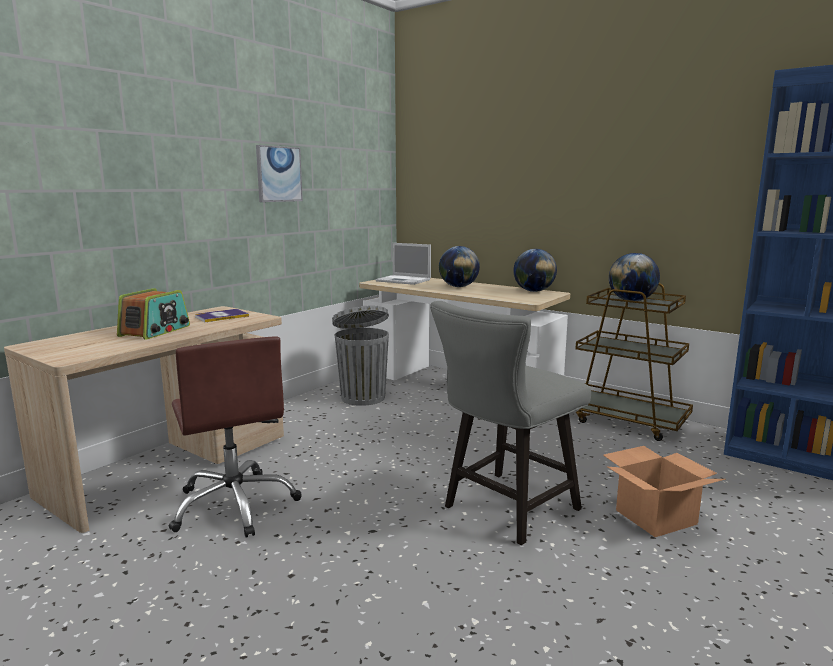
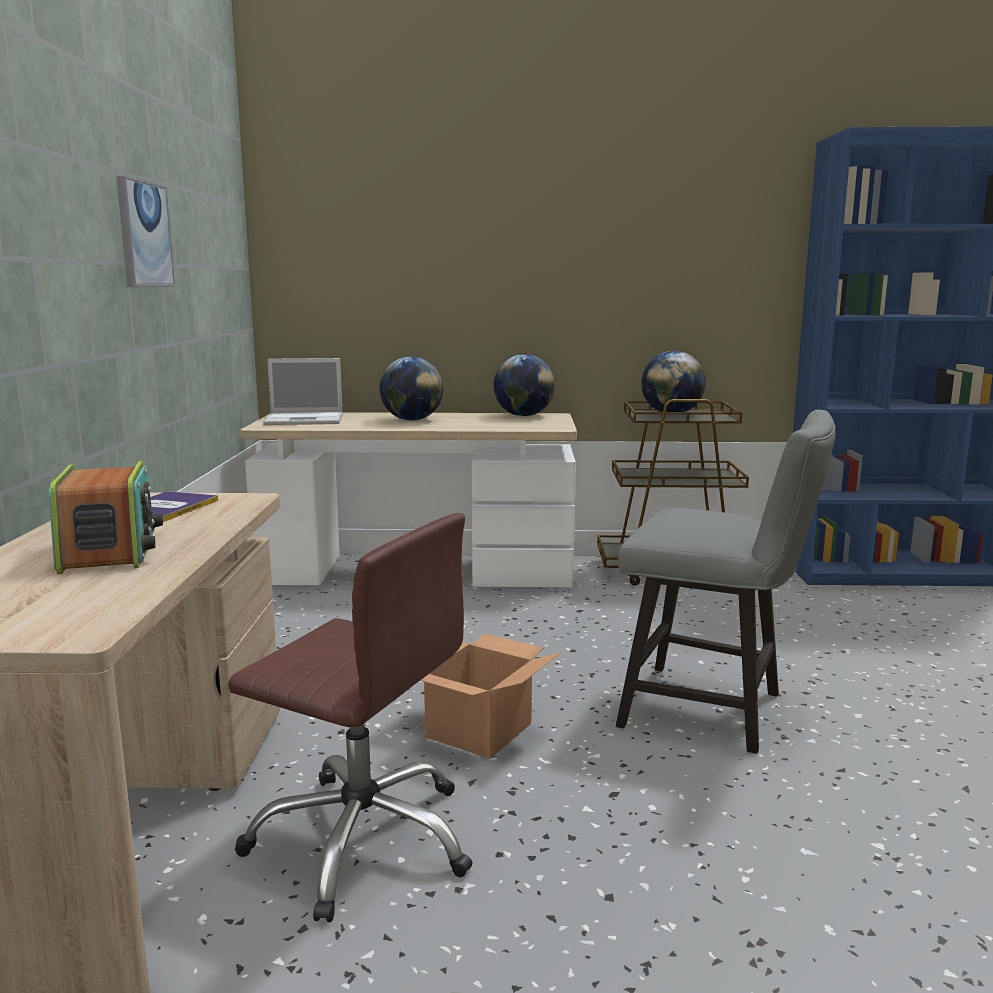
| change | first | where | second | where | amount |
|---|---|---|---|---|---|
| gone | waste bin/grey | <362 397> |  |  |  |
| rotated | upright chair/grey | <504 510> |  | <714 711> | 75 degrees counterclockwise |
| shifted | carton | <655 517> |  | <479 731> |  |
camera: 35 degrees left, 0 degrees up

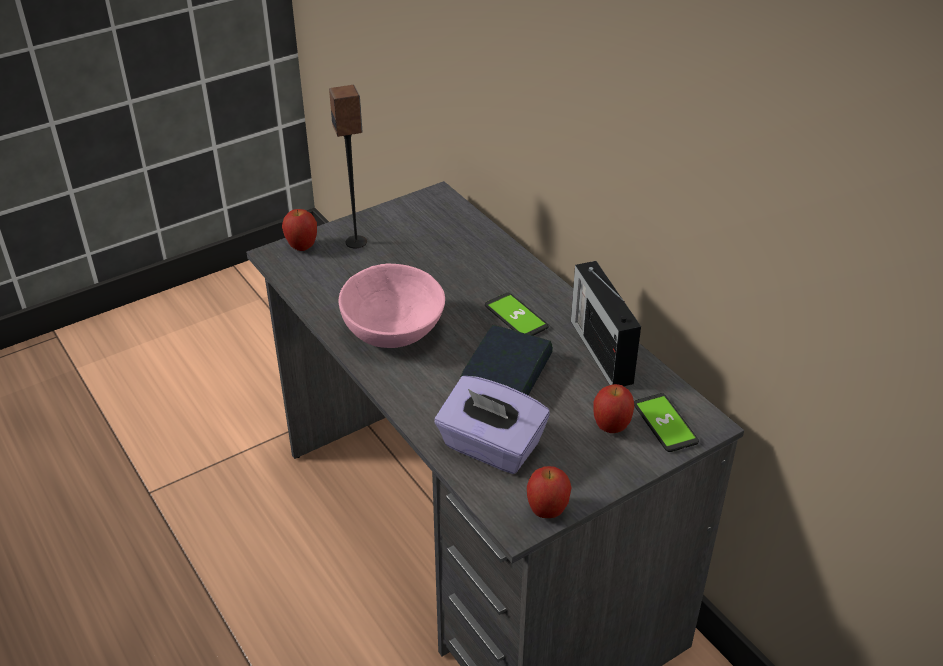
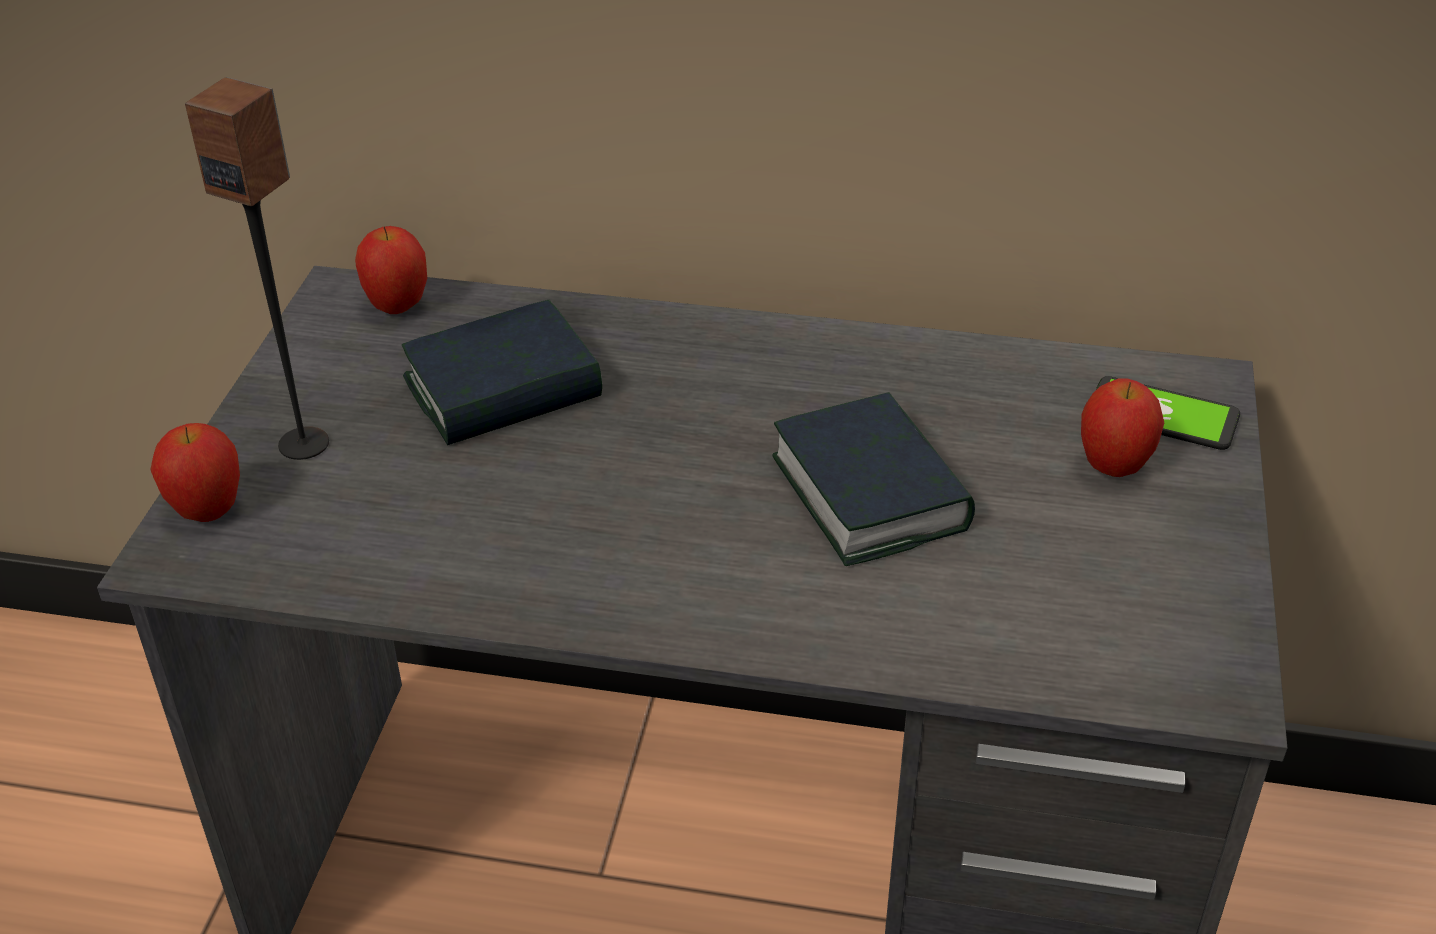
| change | first | where | second | where | amount |
|---|---|---|---|---|---|
| gone | bowl/pink-coloured | <391 330> |  |  |  |
| gone | box of tissues/purple | <490 447> |  |  |  |
| gone | handset | <516 317> |  |  |  |
| shifted | apple | <547 511> |  | <398 307> |  |
| gone | radio | <600 350> |  |  |  |
| new |  |  | volume | <503 389> |  |
camera: 45 degrees left, 0 degrees up

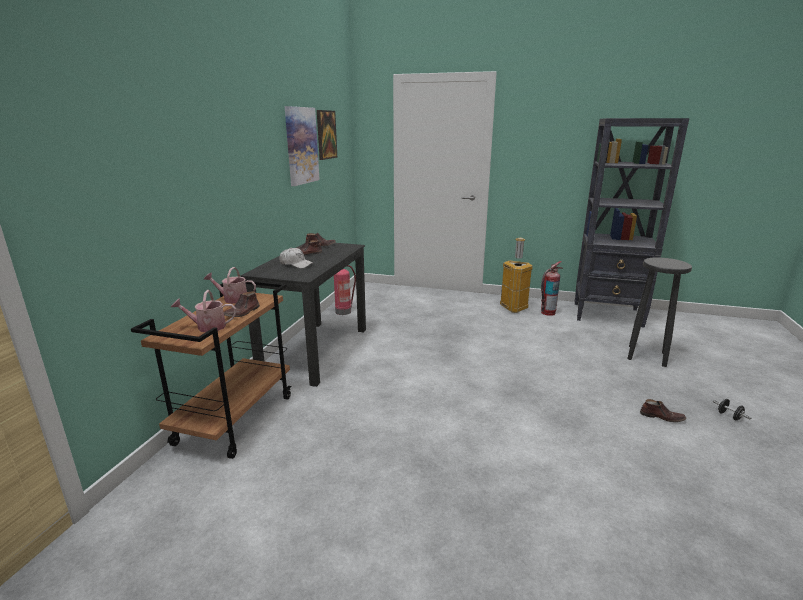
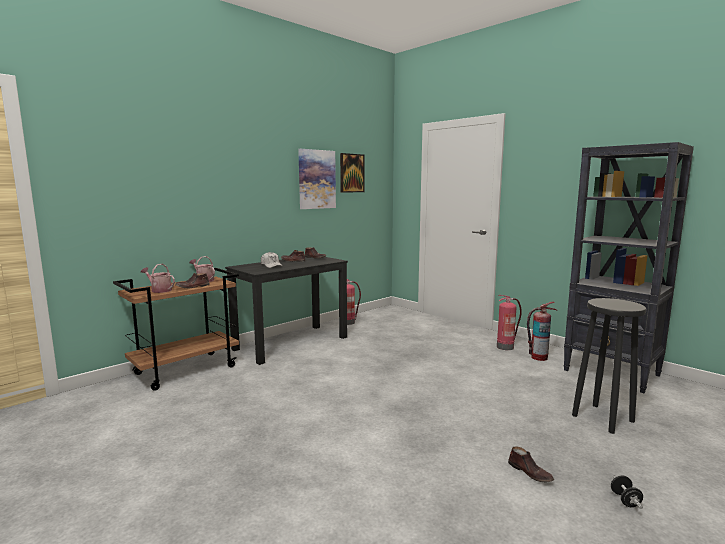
| change | first | where | second | where | amount |
|---|---|---|---|---|---|
| swapped | waste bin | <513 308> | extinguisher | <505 347> |  |
camera: 30 degrees right, 10 degrees down

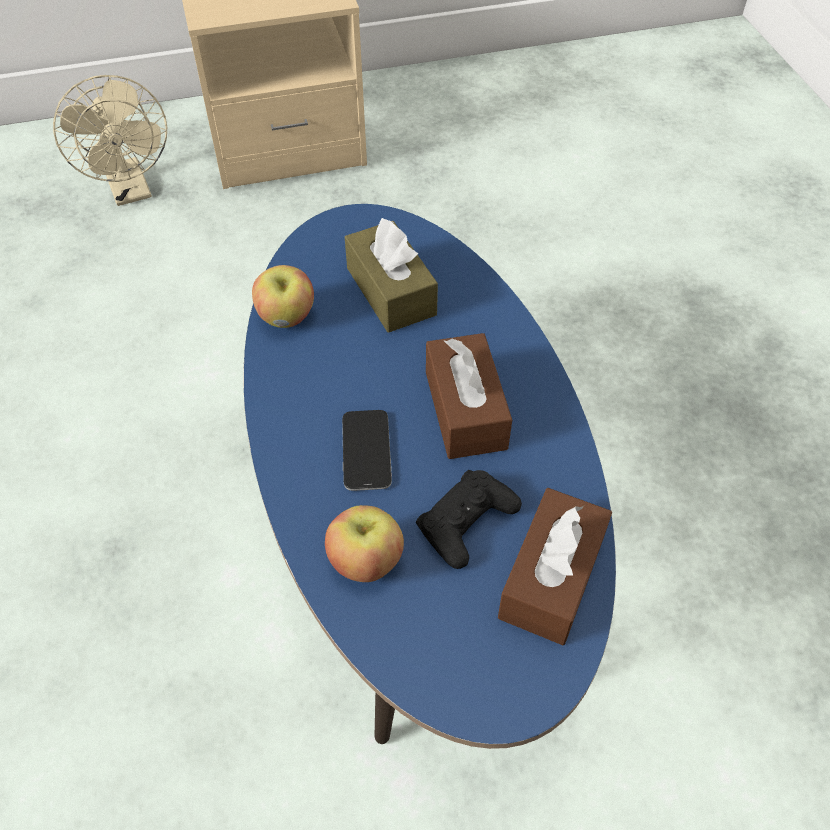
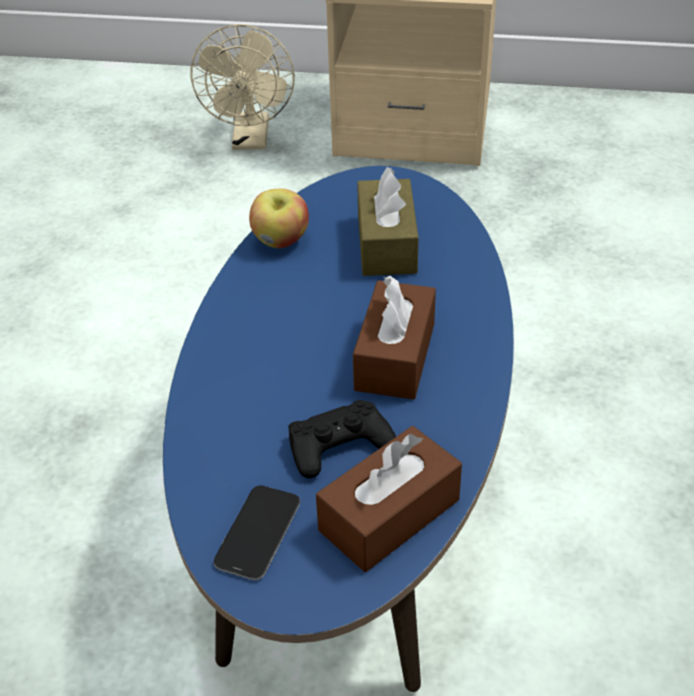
| change | first | where | second | where | amount |
|---|---|---|---|---|---|
| gone | apple | <366 560> |  |  |  |
| shifted | handset | <366 451> |  | <258 533> |  |
camera: 25 degrees right, 10 degrees down

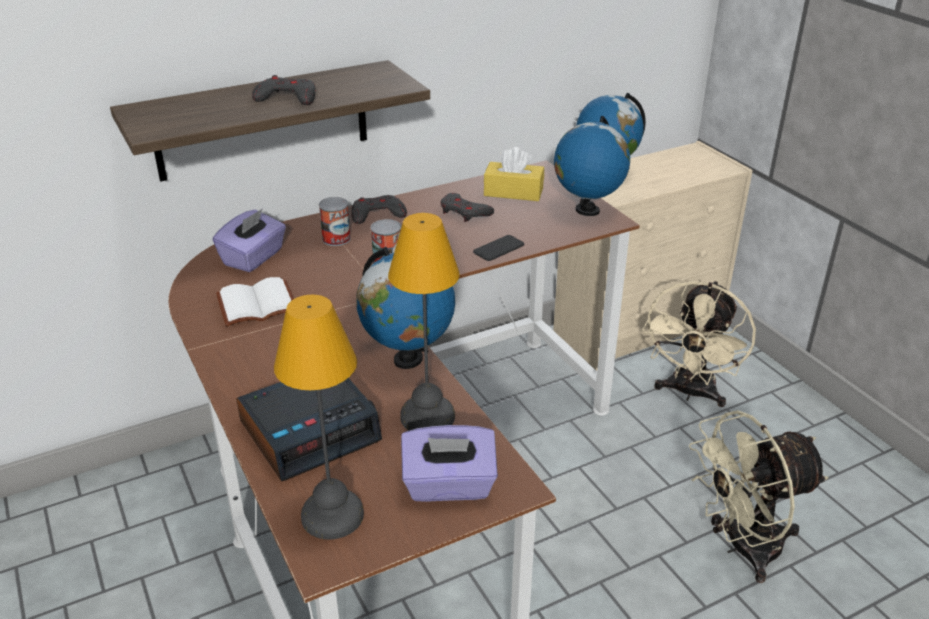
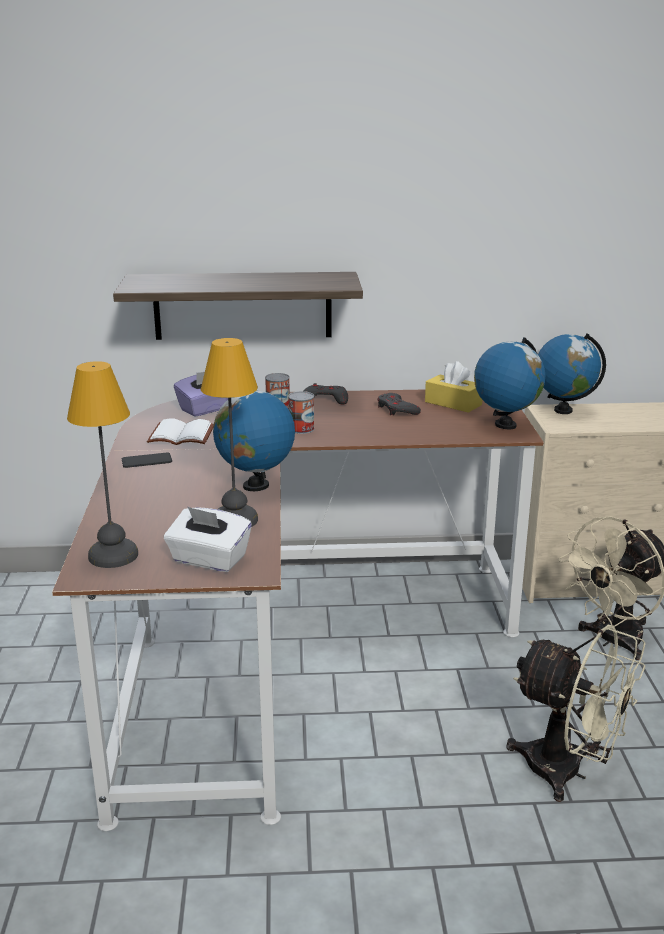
| change | first | where | second | where | amount |
|---|---|---|---|---|---|
| gone | alarm clock | <311 430> |  |  |  |
| gone | gamepad/grey | <287 97> |  |  |  |
| repainted | box of tissues/purple | <449 486> | box of tissues/whitish | <209 560> |  |
| shifted | handset | <498 248> |  | <146 461> |  |
| rotated | fan/beige | <742 548> |  | <568 772> | 150 degrees counterclockwise |
camera: 25 degrees right, 10 degrees down

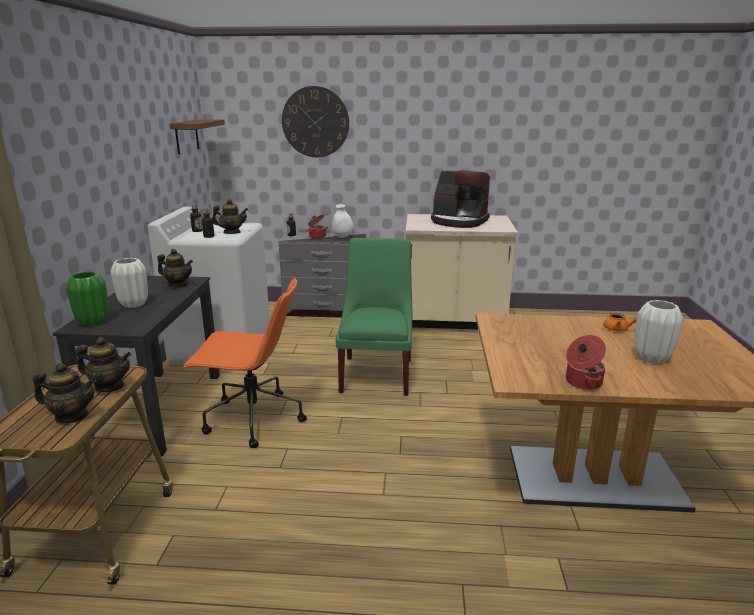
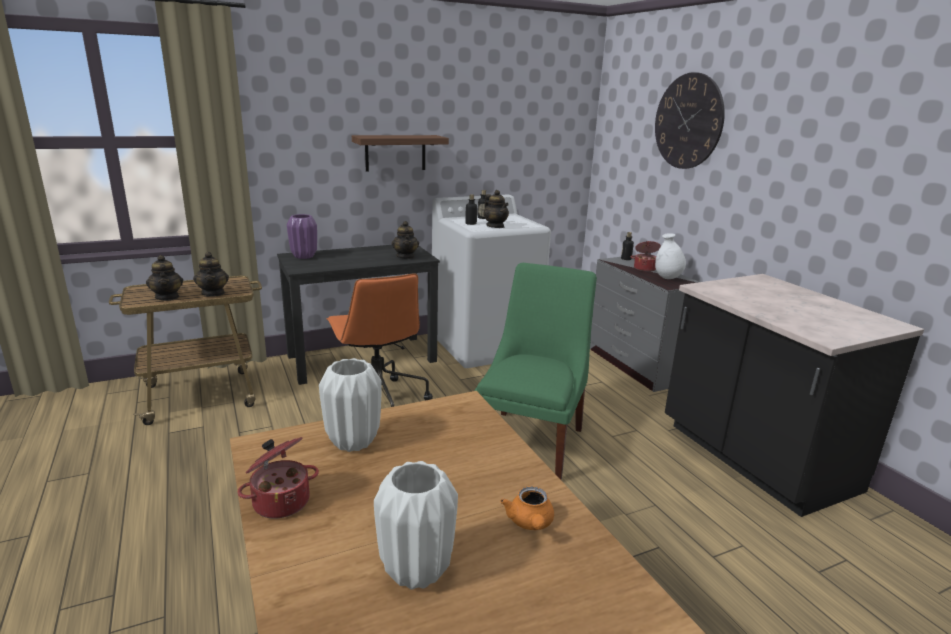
| change | first | where | second | where | amount |
|---|---|---|---|---|---|
| repainted | vase/green | <92 322> | vase/purple | <304 256> |  |
| shifted | vase/whitish | <133 304> |  | <353 441> |  |
| shifted | wall shelf | <186 136> |  | <395 153> |  |
| rotated | upright chair/green | <377 373> |  | <532 441> | 45 degrees counterclockwise |
| repainted | counter/beige | <453 320> | counter/black-coloured | <754 458> |  |
| gone | coffee maker | <458 221> |  |  |  |
camera: 60 degrees right, 0 degrees up

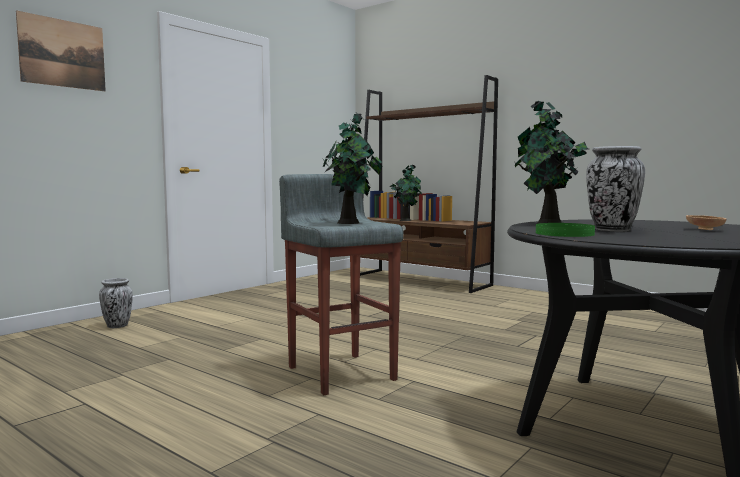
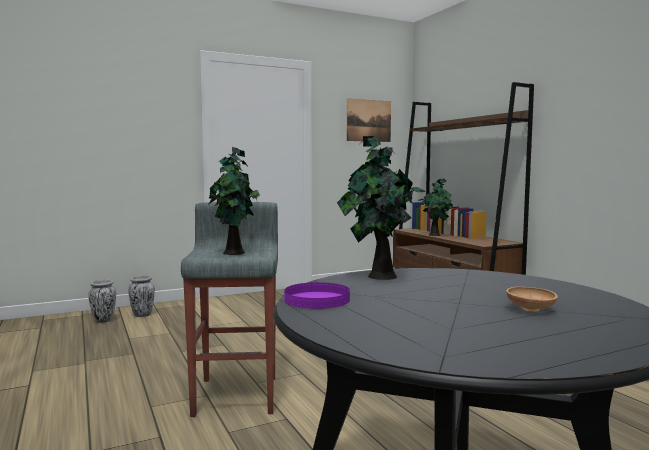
| change | first | where | second | where | amount |
|---|---|---|---|---|---|
| shifted | wall art | <63 53> |  | <368 120> |  |
| repainted | plate/green | <565 233> | plate/purple | <317 299> |  |
| shifted | vase | <612 230> |  | <103 321> |  |
camera: 25 degrees right, 0 degrees up

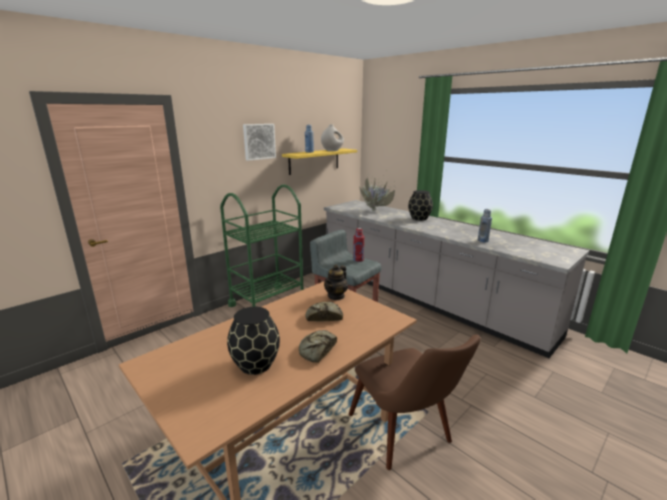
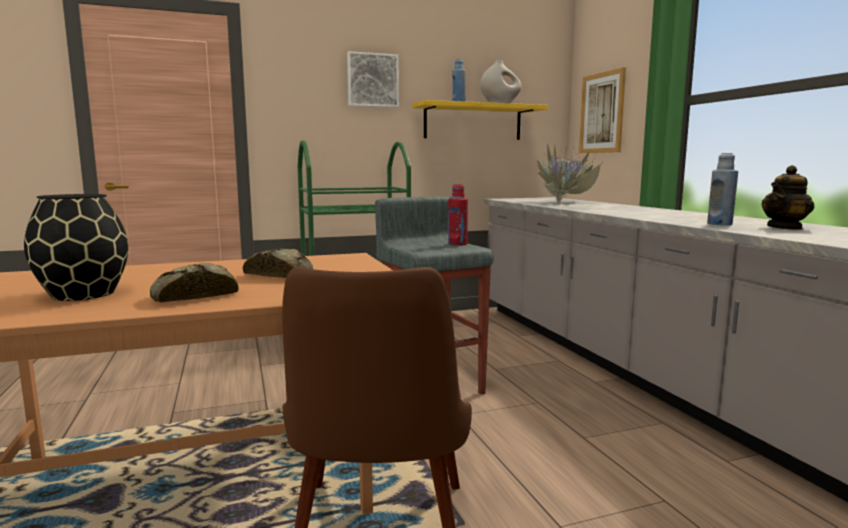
| change | first | where | second | where | amount |
|---|---|---|---|---|---|
| shifted | teapot | <336 296> |  | <785 227> |  |
| gone | vase/black-coloured | <419 218> |  |  |  |
| new |  |  | wall art | <602 113> |  |
camera: 25 degrees right, 10 degrees down

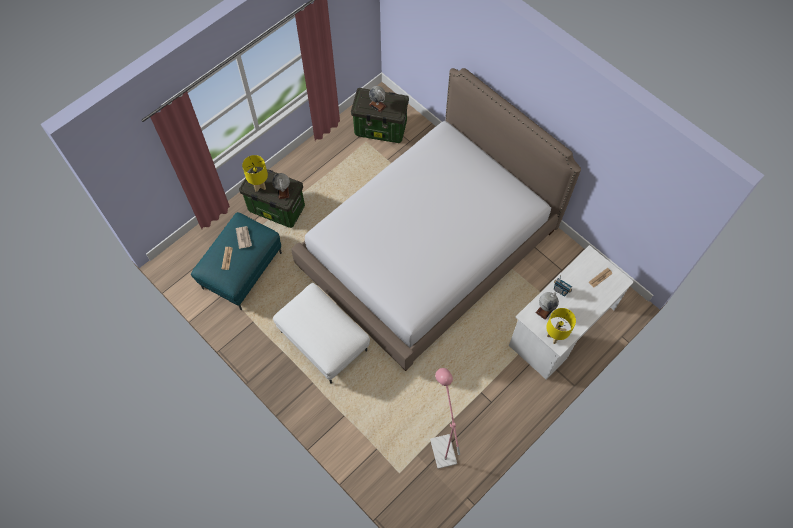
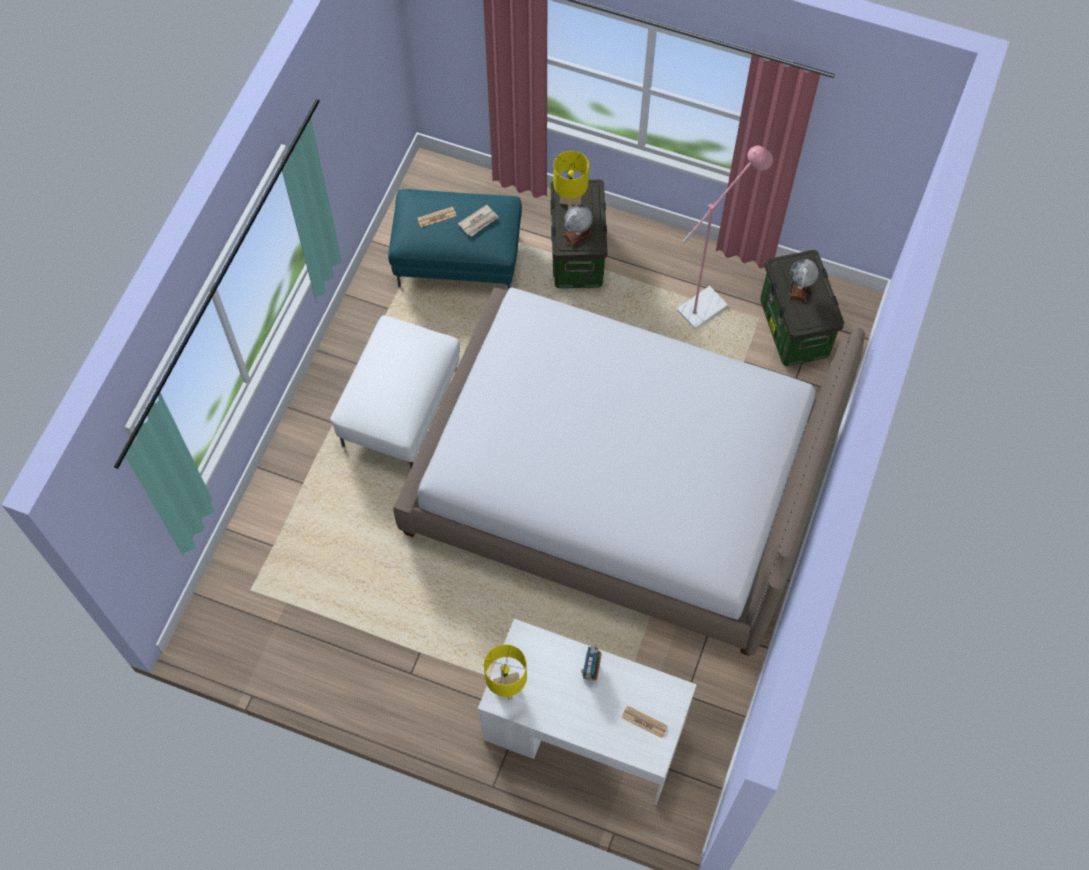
| change | first | where | second | where | amount |
|---|---|---|---|---|---|
| shifted | standing lamp/pink-coloured | <441 445> |  | <708 303> |  |
| gone | desk globe | <545 310> |  |  |  |
camera: 65 degrees right, 0 degrees up

